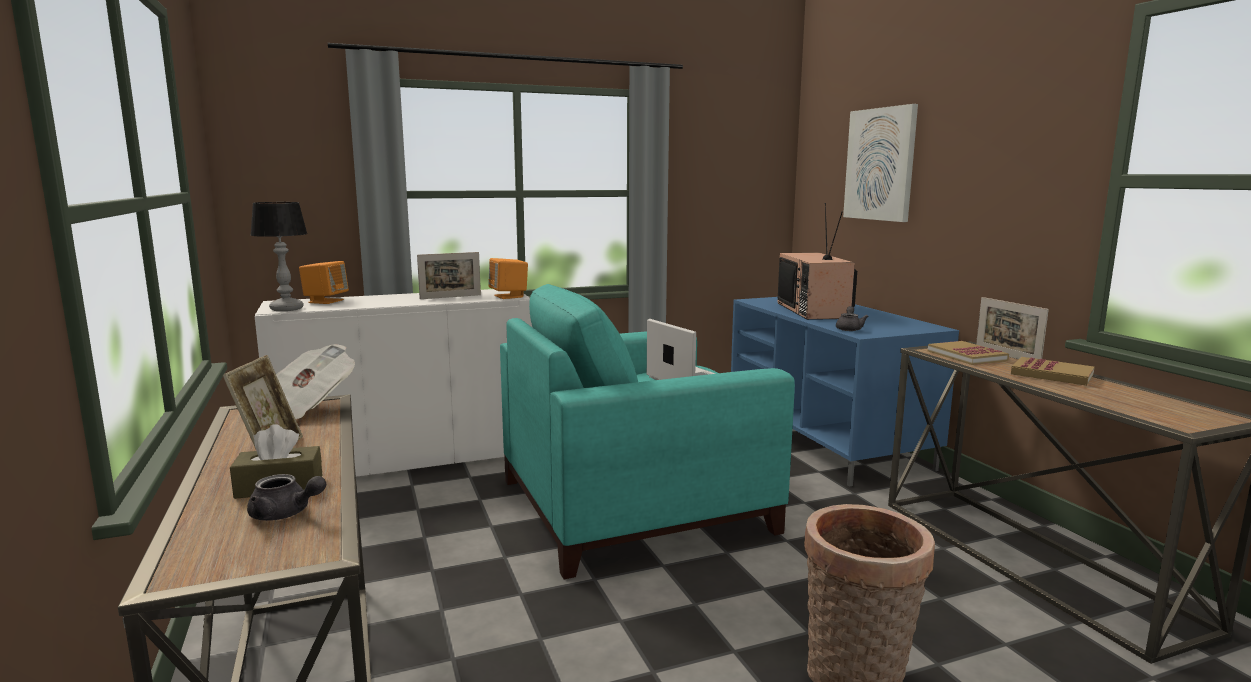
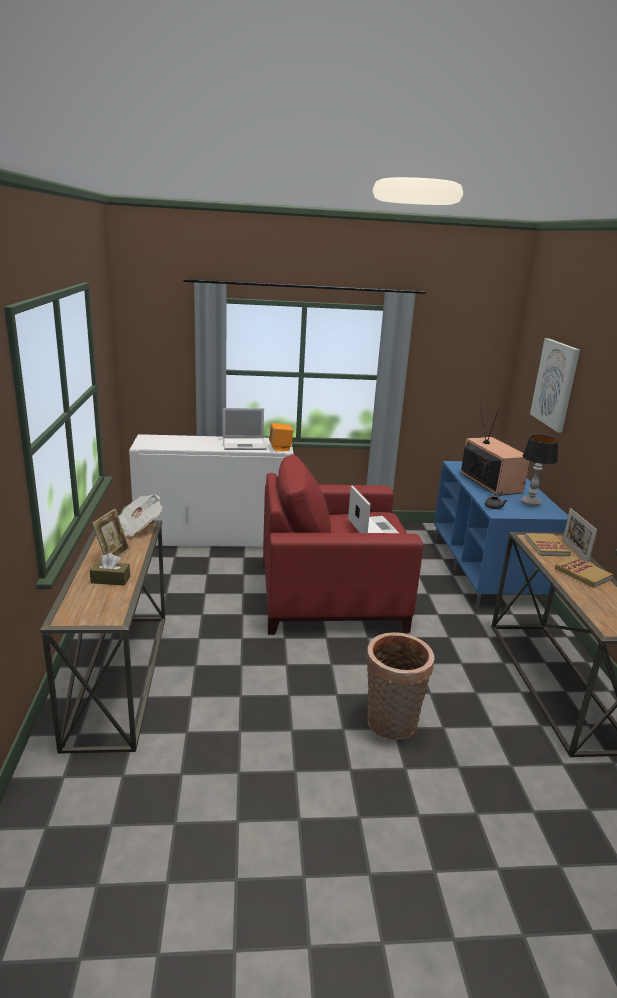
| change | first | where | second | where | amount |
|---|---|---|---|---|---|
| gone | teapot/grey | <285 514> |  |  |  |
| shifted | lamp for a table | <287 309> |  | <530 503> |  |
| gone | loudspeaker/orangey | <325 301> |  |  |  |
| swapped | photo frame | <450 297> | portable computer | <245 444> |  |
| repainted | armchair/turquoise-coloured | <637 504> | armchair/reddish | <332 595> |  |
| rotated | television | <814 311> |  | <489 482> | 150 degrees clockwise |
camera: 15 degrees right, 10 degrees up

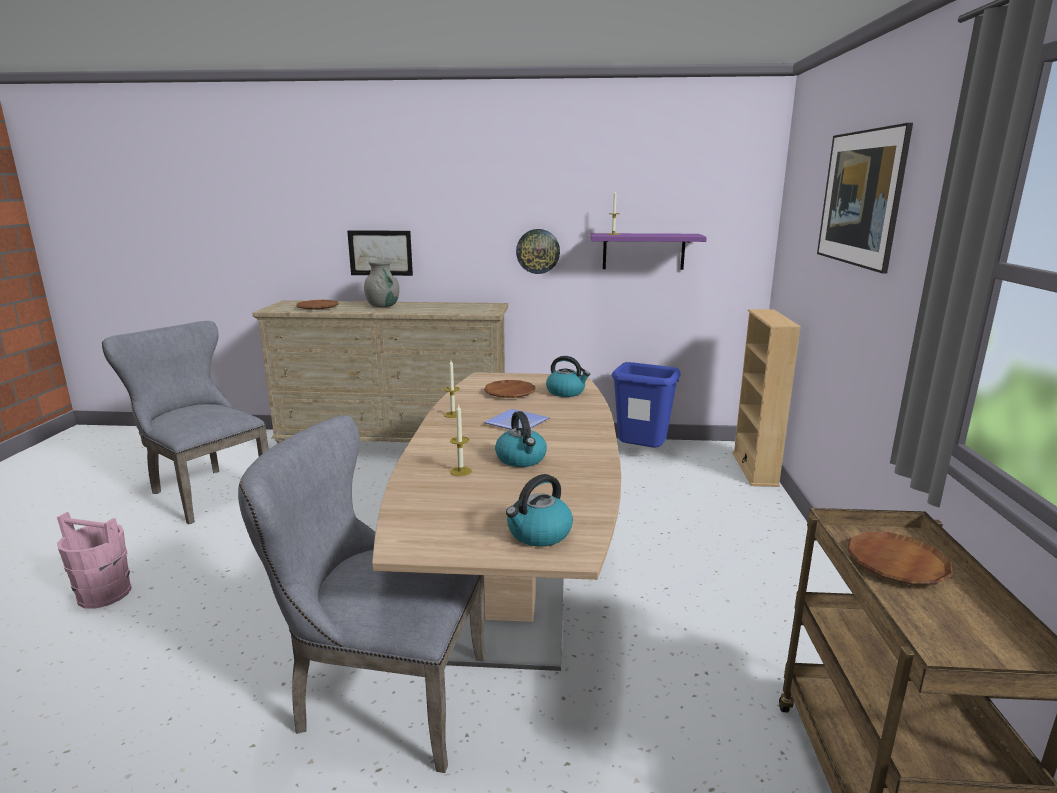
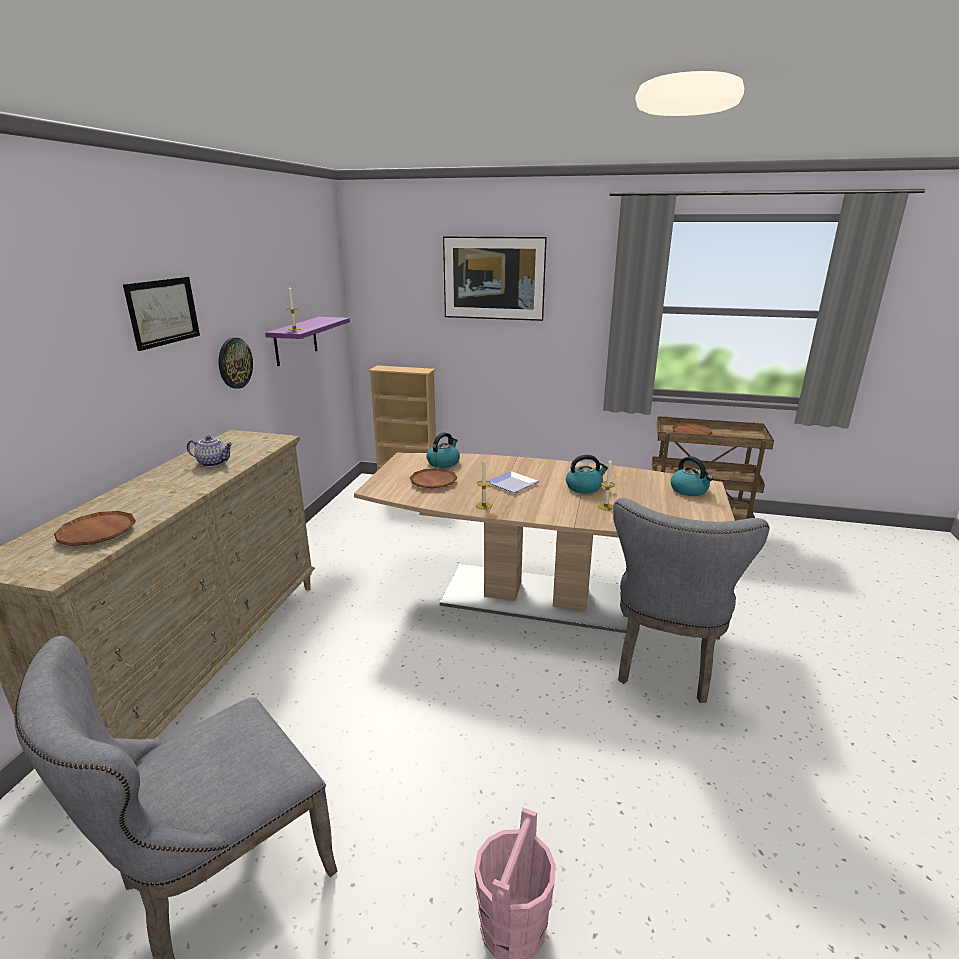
| change | first | where | second | where | amount |
|---|---|---|---|---|---|
| shifted | wall art | <380 253> |  | <163 312> |  |
| gone | vase/grey | <383 306> |  |  |  |
| gone | waste bin/bluish | <642 455> |  |  |  |
| new |  |  | teapot | <213 463> |  |
camera: 80 degrees left, 5 degrees up

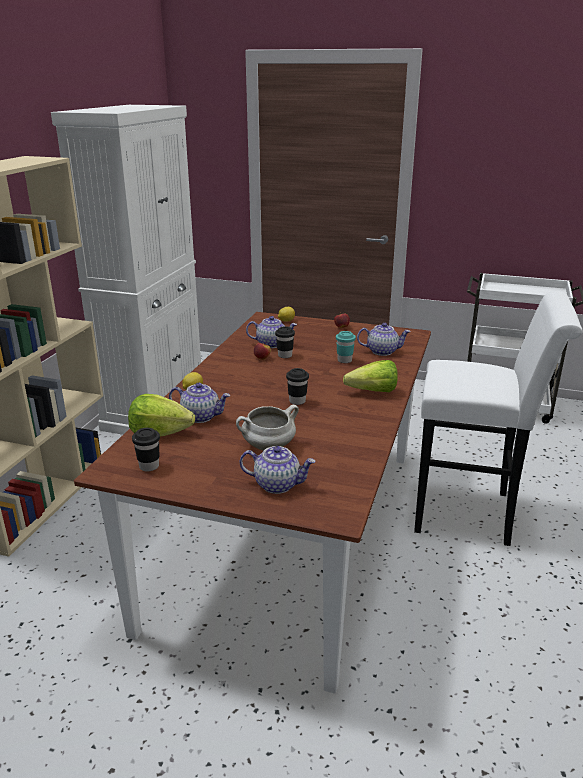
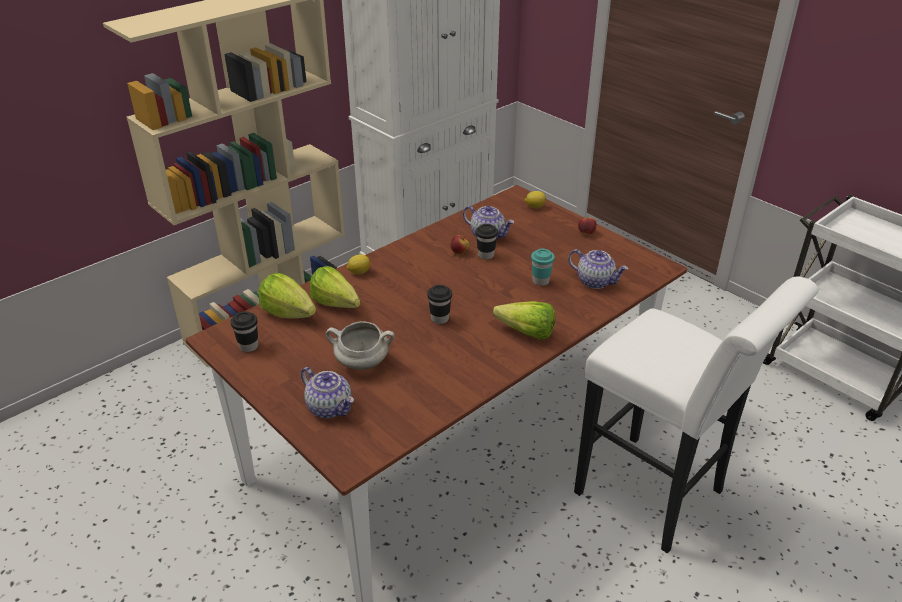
| change | first | where | second | where | amount |
|---|---|---|---|---|---|
| swapped | teapot | <201 416> | lettuce | <338 306> |  |
camera: 30 degrees right, 10 degrees up

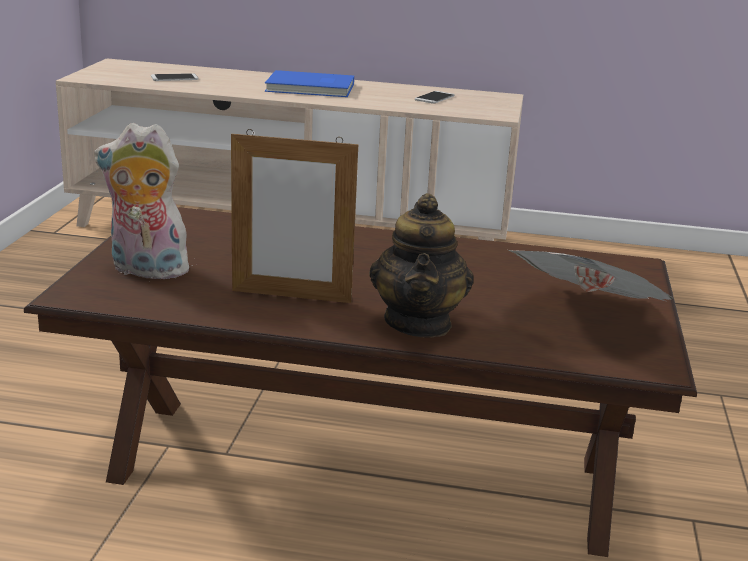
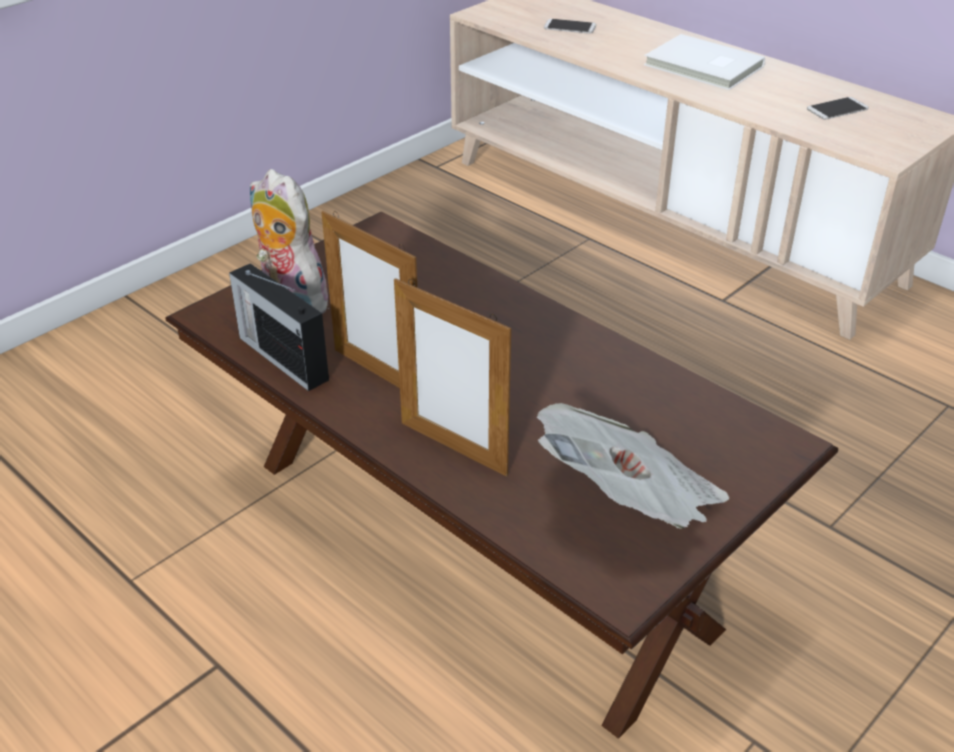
| change | first | where | second | where | amount |
|---|---|---|---|---|---|
| repainted | volume/bluish | <311 88> | volume/whitish | <703 67> |  |
| swapped | teapot | <419 323> | photo frame | <453 448> |  |
| new |  |  | radio | <282 357> |  |
camera: 35 degrees right, 15 degrees up

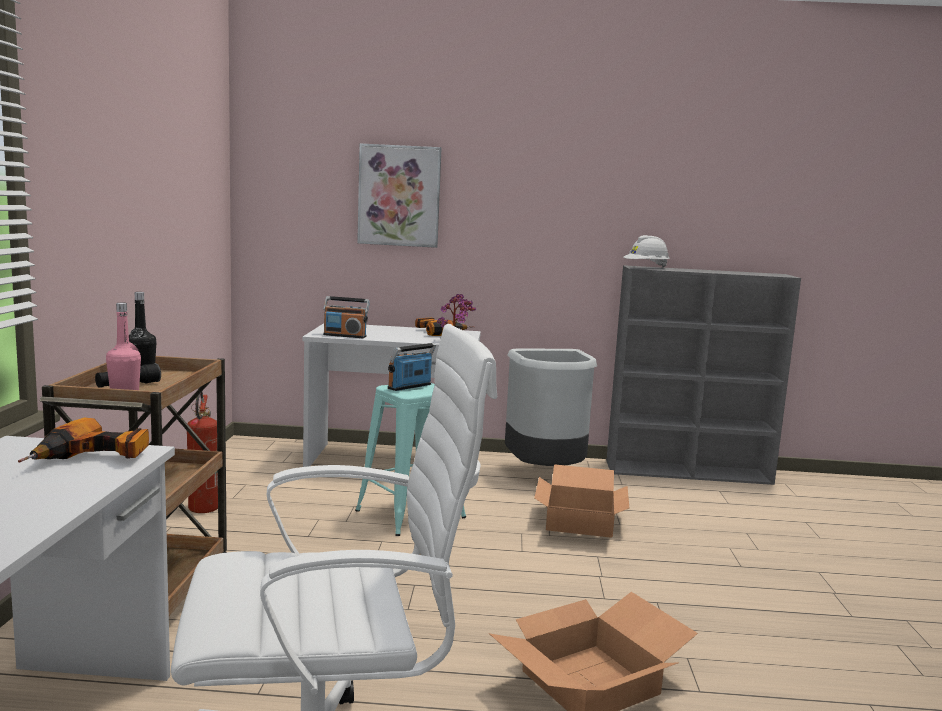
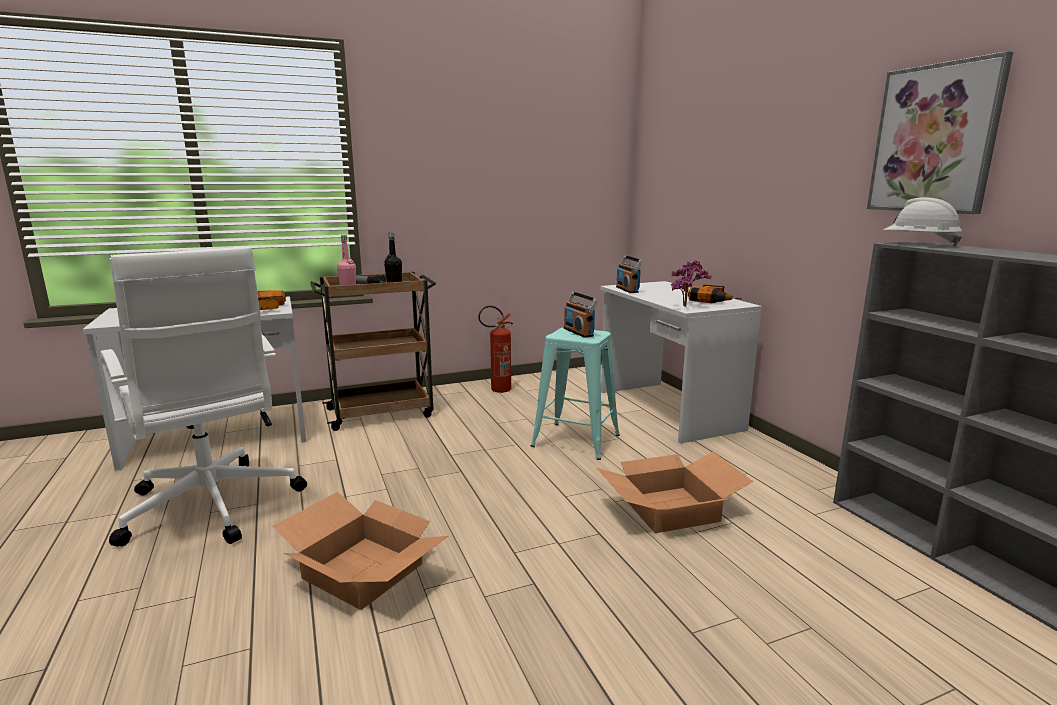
| change | first | where | second | where | amount |
|---|---|---|---|---|---|
| shifted | wall art | <399 196> |  | <934 139> |  |
| rotated | radio | <410 387> |  | <578 332> | 135 degrees counterclockwise |
| gone | waste bin/grey | <545 474> |  |  |  |
camera: 65 degrees right, 5 degrees up

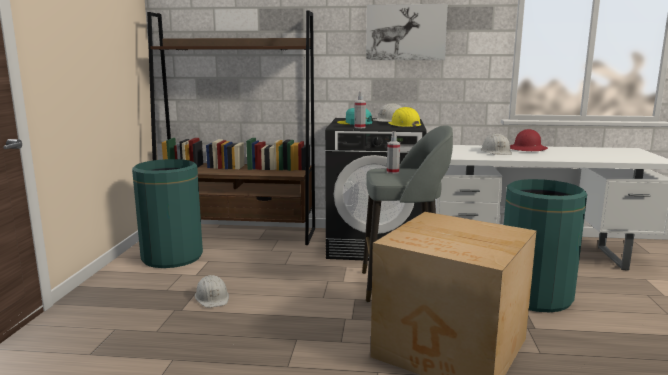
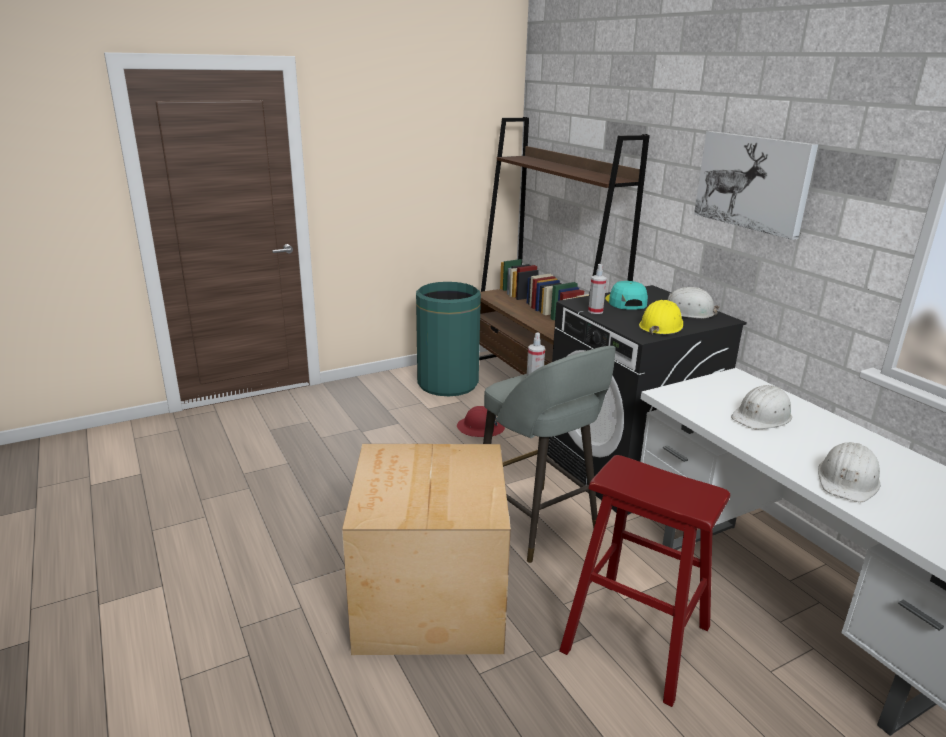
| change | first | where | second | where | amount |
|---|---|---|---|---|---|
| shifted | hard hat/whitish | <212 297> |  | <848 480> |  |
| swapped | waste bin/green | <534 296> | stool/reddish | <636 638> |  |
| shifted | hard hat/reddish | <527 149> |  | <480 428> |  |
camera: 55 degrees right, 10 degrees up

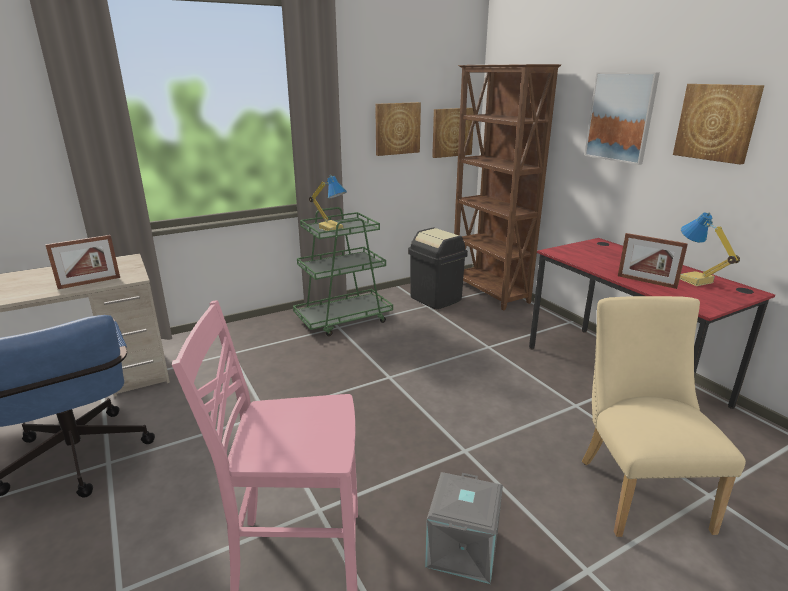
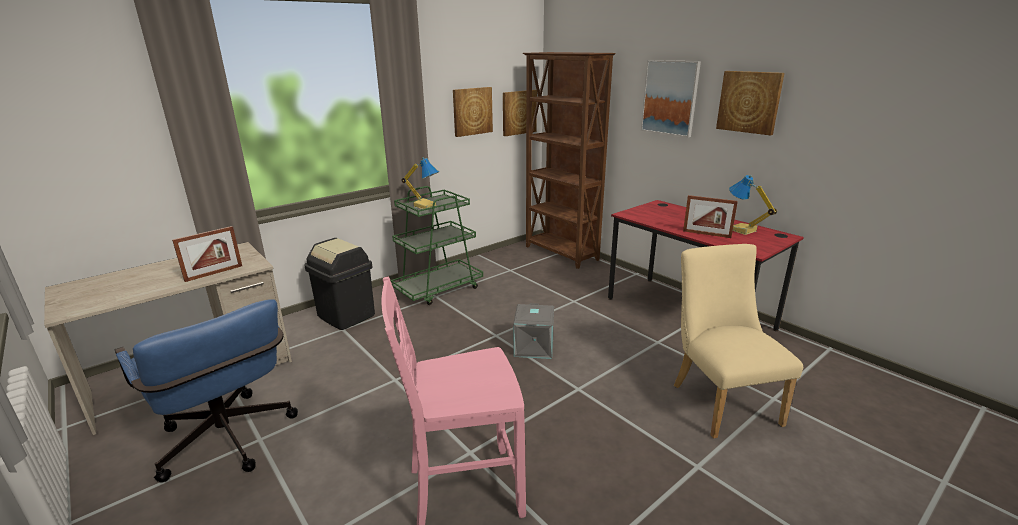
| change | first | where | second | where | amount |
|---|---|---|---|---|---|
| shifted | waste bin/black-coloured | <436 298> |  | <347 315> |  |
| shifted | storage container/grey | <464 549> |  | <534 347> |  |
camera: 10 degrees left, 0 degrees up

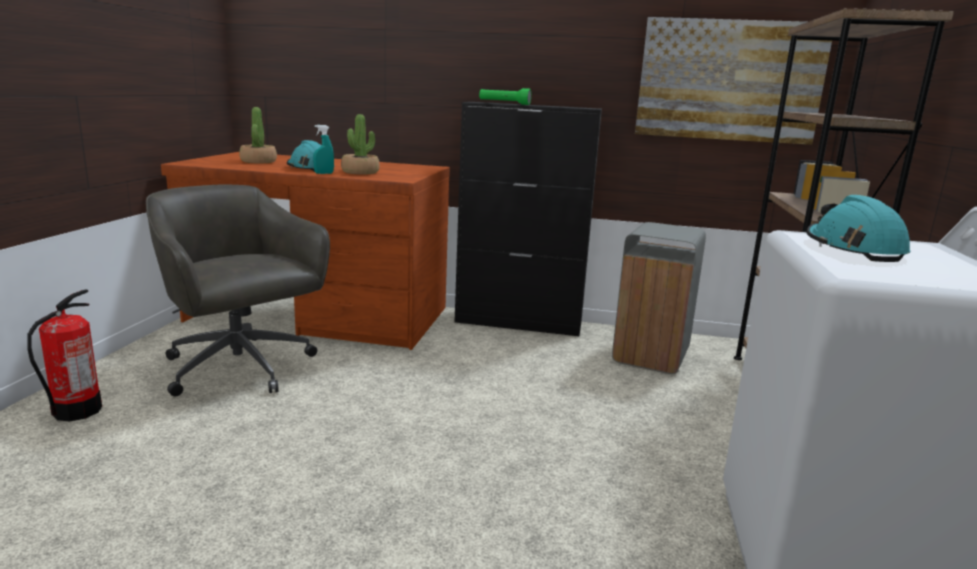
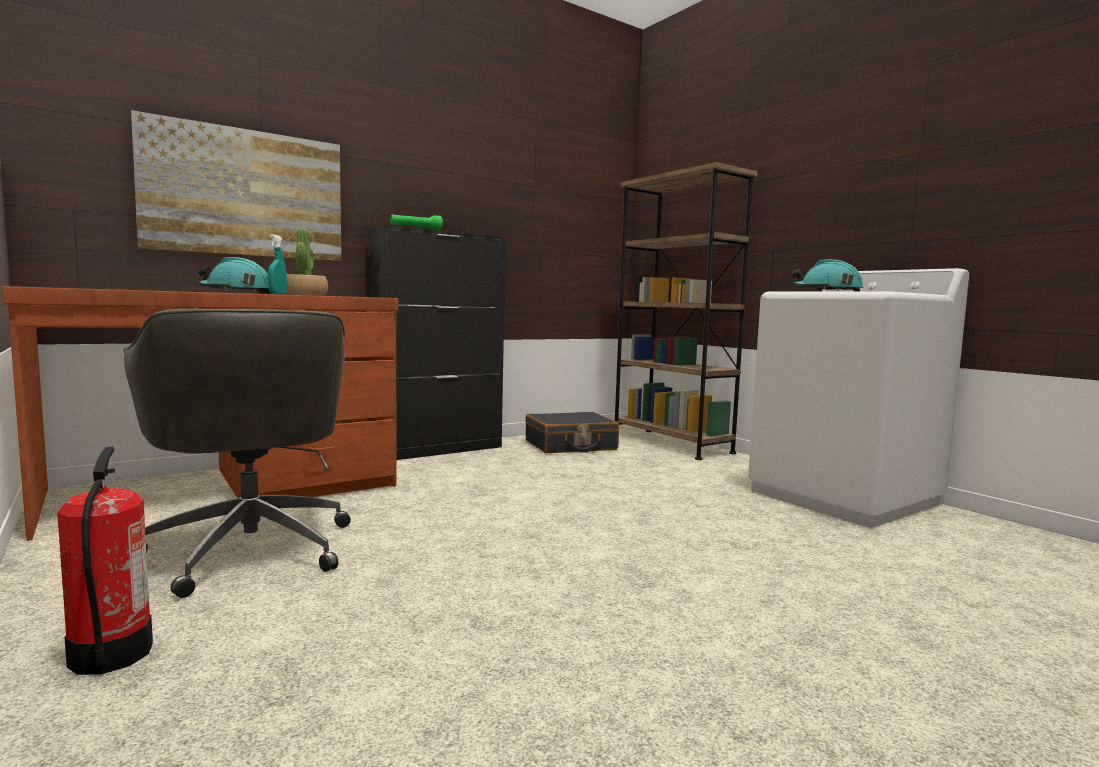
| change | first | where | second | where | amount |
|---|---|---|---|---|---|
| rotated | desk chair/grey | <241 368> |  | <250 547> | 120 degrees counterclockwise |
| gone | plant in a pot | <258 161> |  |  |  |
| swapped | waste bin/grey | <652 356> | travel case/black-coloured | <570 445> |  |
| shifted | wall art | <729 81> |  | <245 193> |  |
camera: 45 degrees left, 10 degrees down

